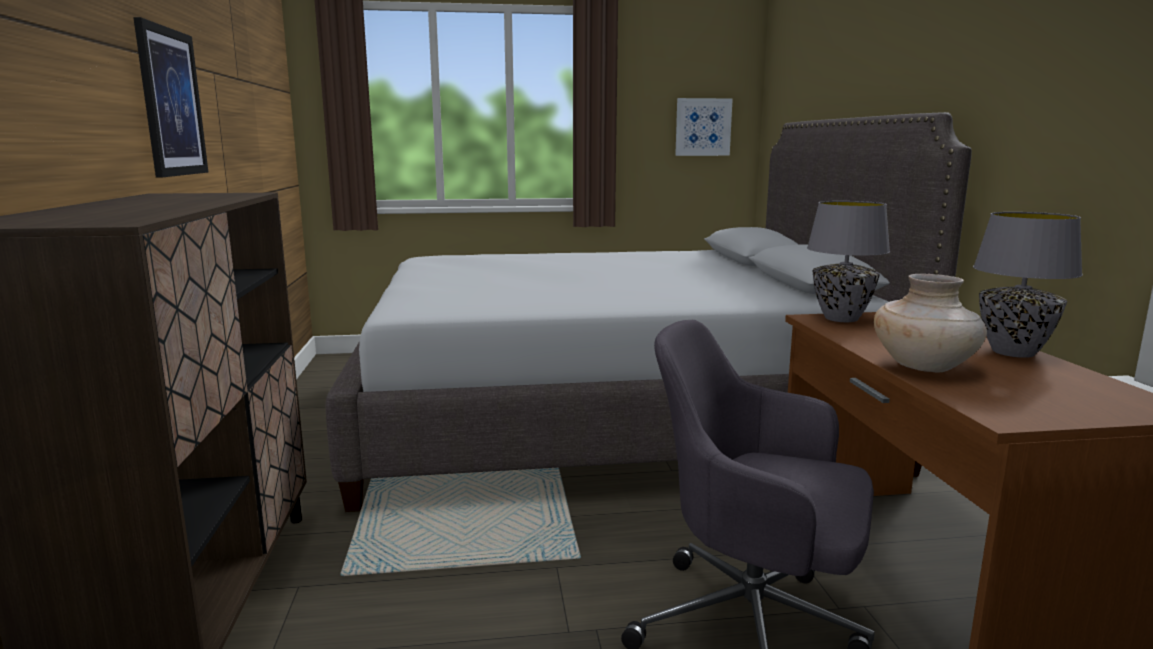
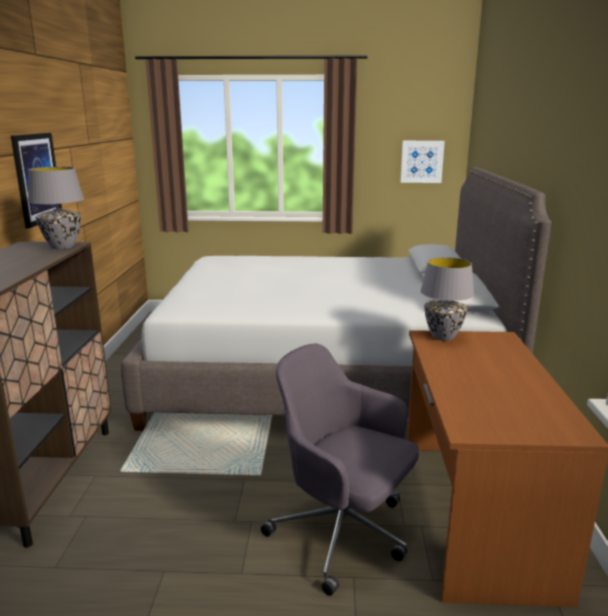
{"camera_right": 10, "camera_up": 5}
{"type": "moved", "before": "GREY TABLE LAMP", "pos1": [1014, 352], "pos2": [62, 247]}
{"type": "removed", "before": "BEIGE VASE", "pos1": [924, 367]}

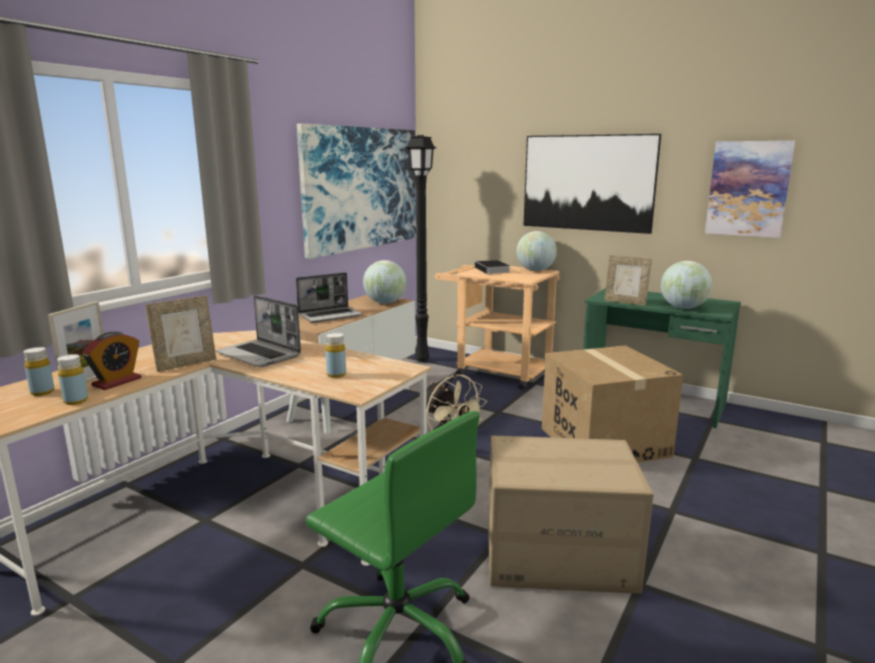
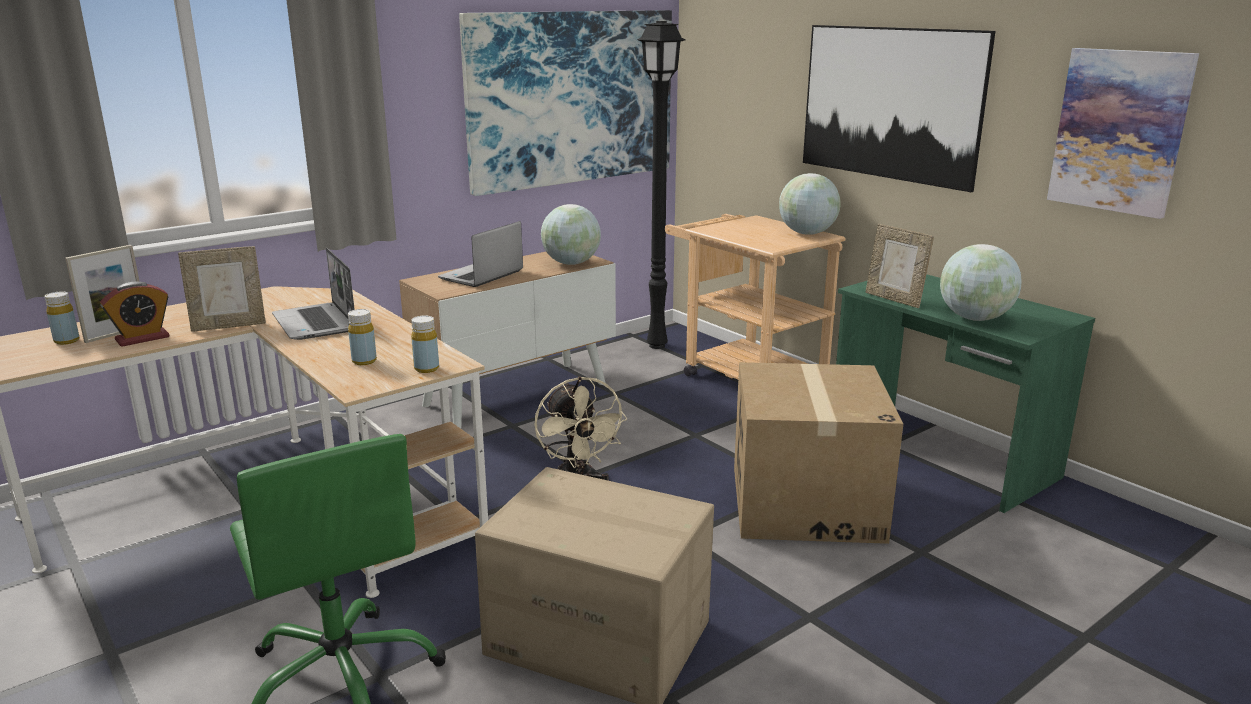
{"camera_right": 20, "camera_up": 5}
{"type": "removed", "before": "BOOK", "pos1": [492, 270]}
{"type": "turned", "before": "LAPTOP", "pos1": [330, 315], "pos2": [481, 276], "turn": 135}
{"type": "moved", "before": "YELLOW BOTTLE", "pos1": [76, 401], "pos2": [426, 369]}

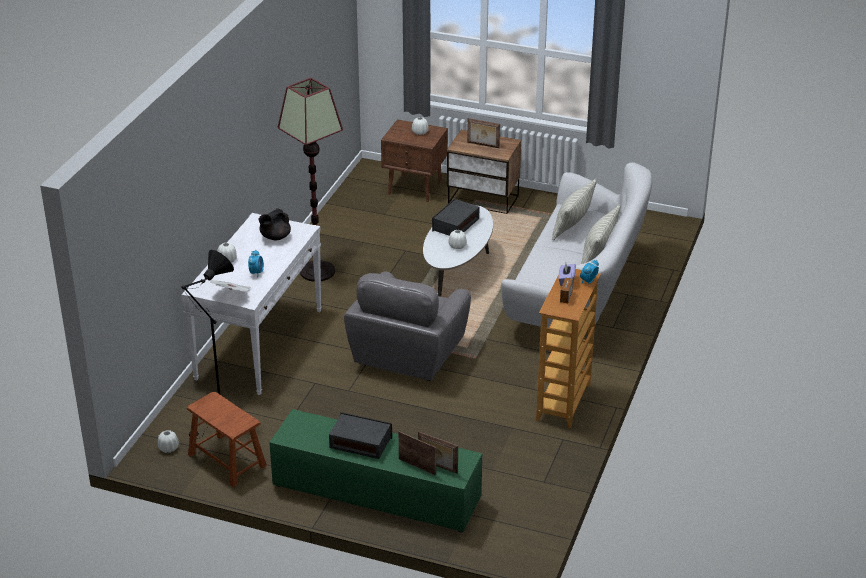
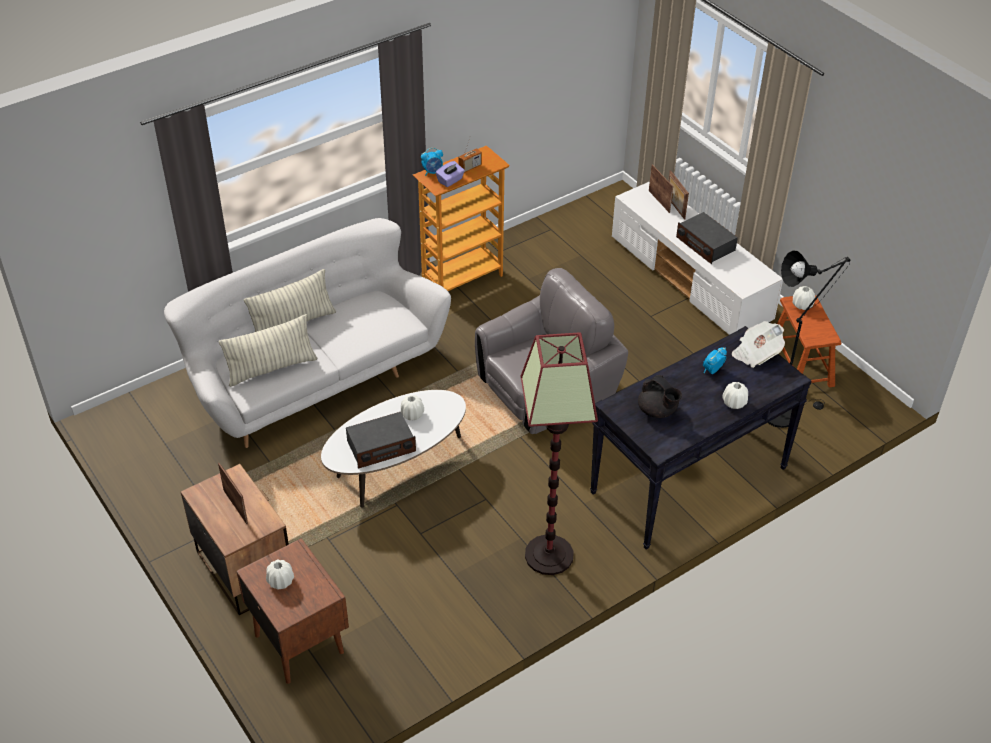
{"camera_right": -145, "camera_up": 10}
{"type": "turned", "before": "BLACK TEAPOT", "pos1": [275, 237], "pos2": [657, 411], "turn": 60}
{"type": "recoloured", "before": "WHITE CONSOLE TABLE", "after": "BLACK CONSOLE TABLE", "pos1": [259, 344], "pos2": [688, 481]}
{"type": "recoloured", "before": "GREEN TV STAND", "after": "WHITE TV STAND", "pos1": [375, 493], "pos2": [691, 279]}
{"type": "moved", "before": "WHITE VASE", "pos1": [168, 448], "pos2": [802, 305]}

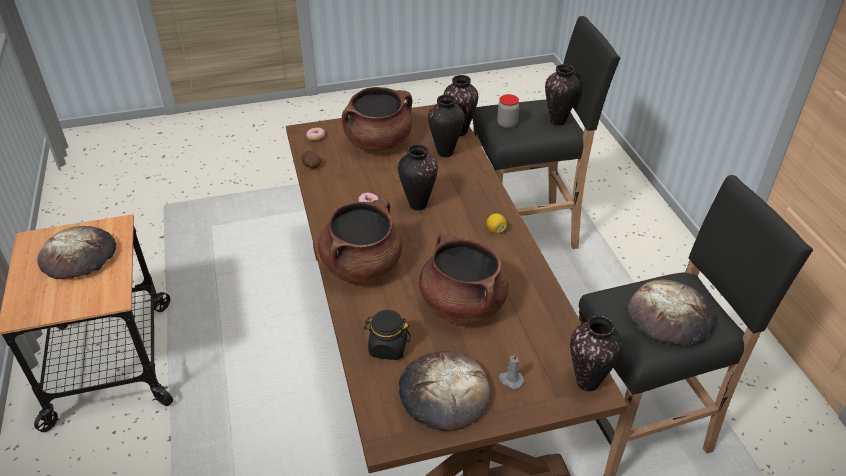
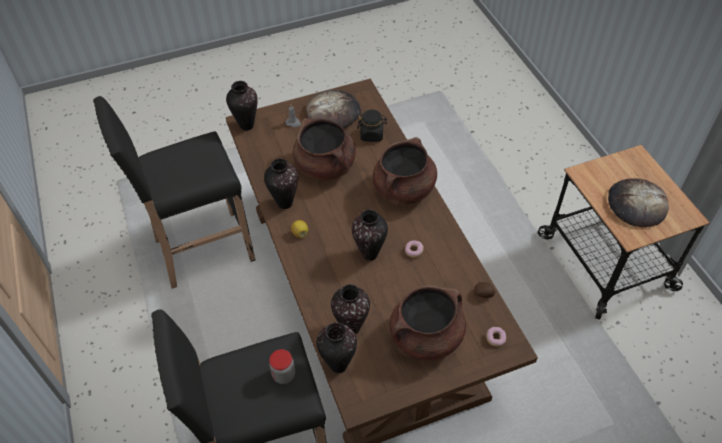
{"camera_right": 175, "camera_up": 10}
{"type": "moved", "before": "VASE", "pos1": [558, 121], "pos2": [285, 203]}
{"type": "removed", "before": "BREAD", "pos1": [670, 317]}

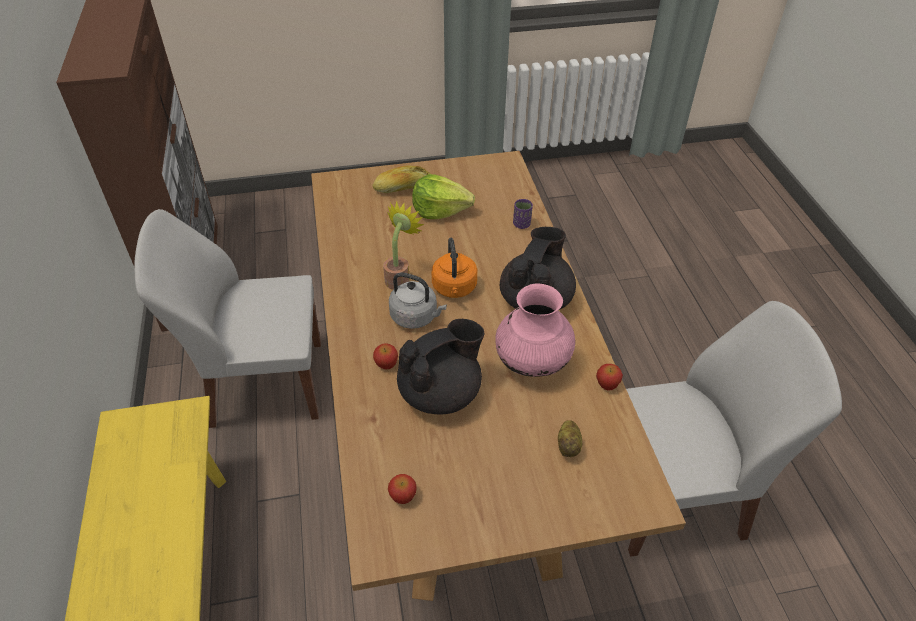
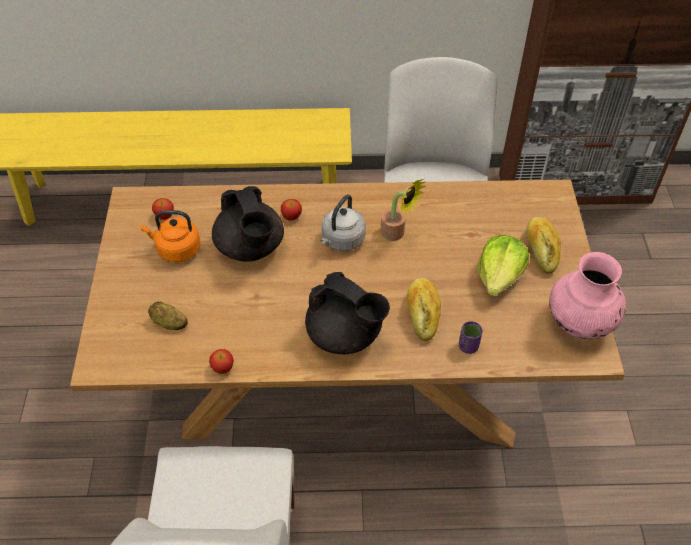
{"camera_right": 100, "camera_up": 5}
{"type": "moved", "before": "ORANGE KETTLE", "pos1": [454, 289], "pos2": [176, 249]}
{"type": "moved", "before": "PINK VASE", "pos1": [532, 364], "pos2": [580, 323]}
{"type": "added", "after": "BREAD", "pos2": [422, 313]}

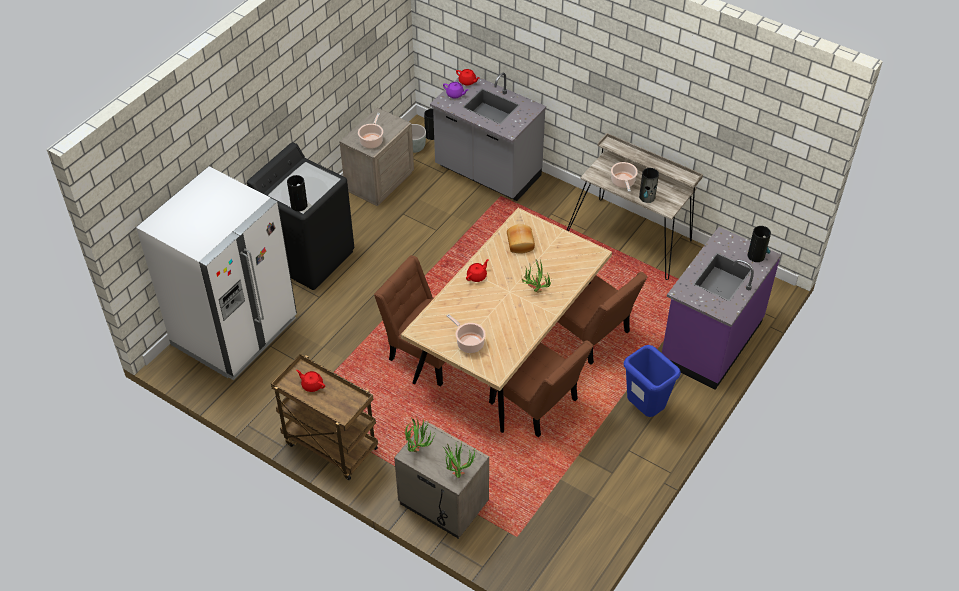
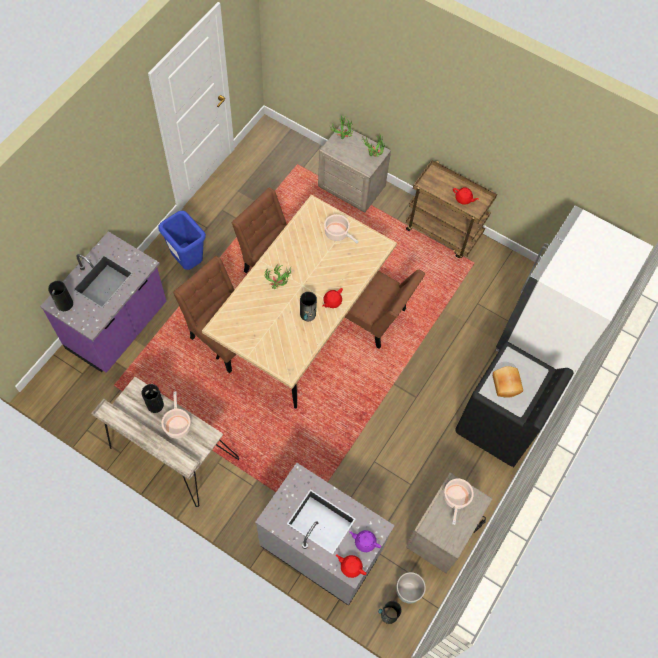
{"camera_right": 175, "camera_up": 15}
{"type": "moved", "before": "VASE", "pos1": [299, 205], "pos2": [308, 314]}
{"type": "moved", "before": "BREAD", "pos1": [521, 243], "pos2": [505, 384]}

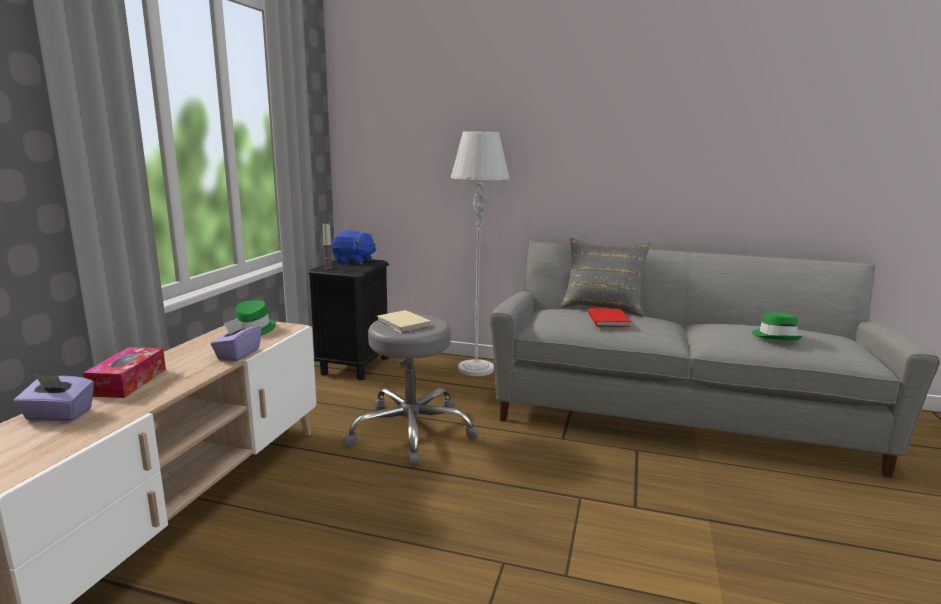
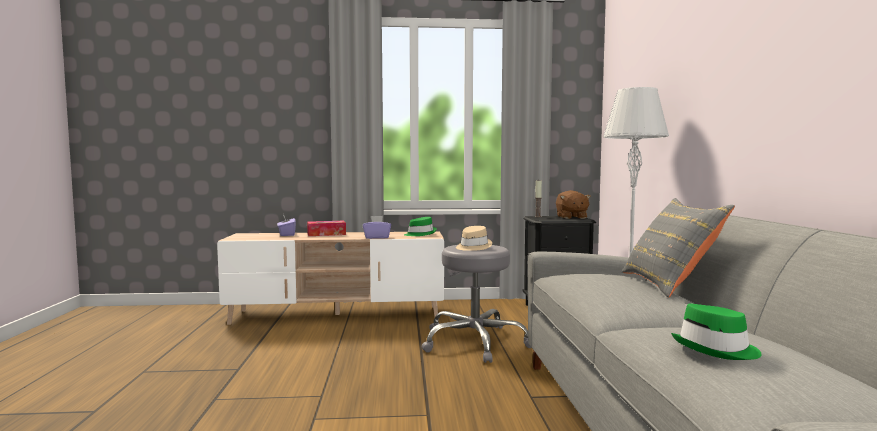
{"camera_right": 70, "camera_up": -10}
{"type": "recoloured", "before": "BLUE PLUSH TOY", "after": "BROWN PLUSH TOY", "pos1": [354, 261], "pos2": [571, 217]}
{"type": "removed", "before": "RED BOOK", "pos1": [609, 319]}
{"type": "replaced", "before": "BEIGE BOOK", "after": "BEIGE HAT", "pos1": [403, 324], "pos2": [472, 247]}

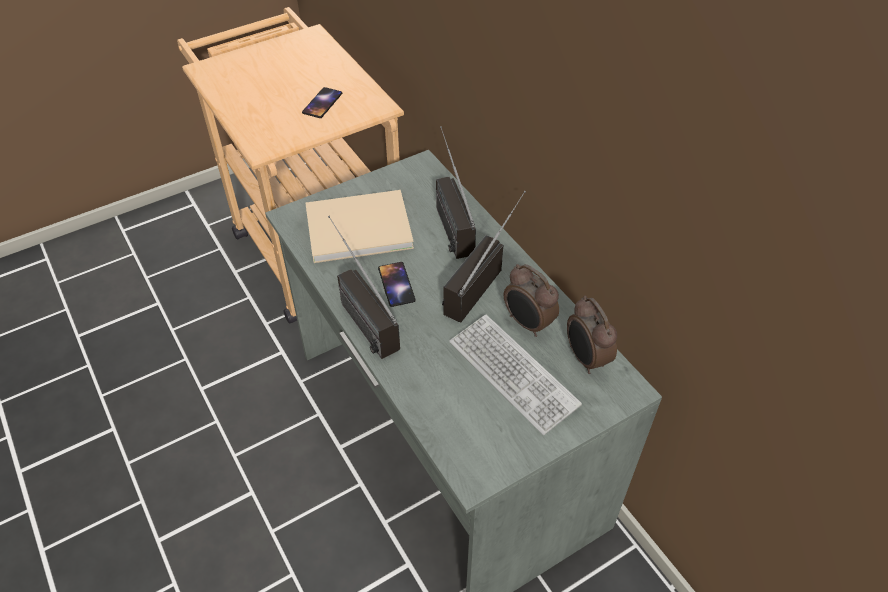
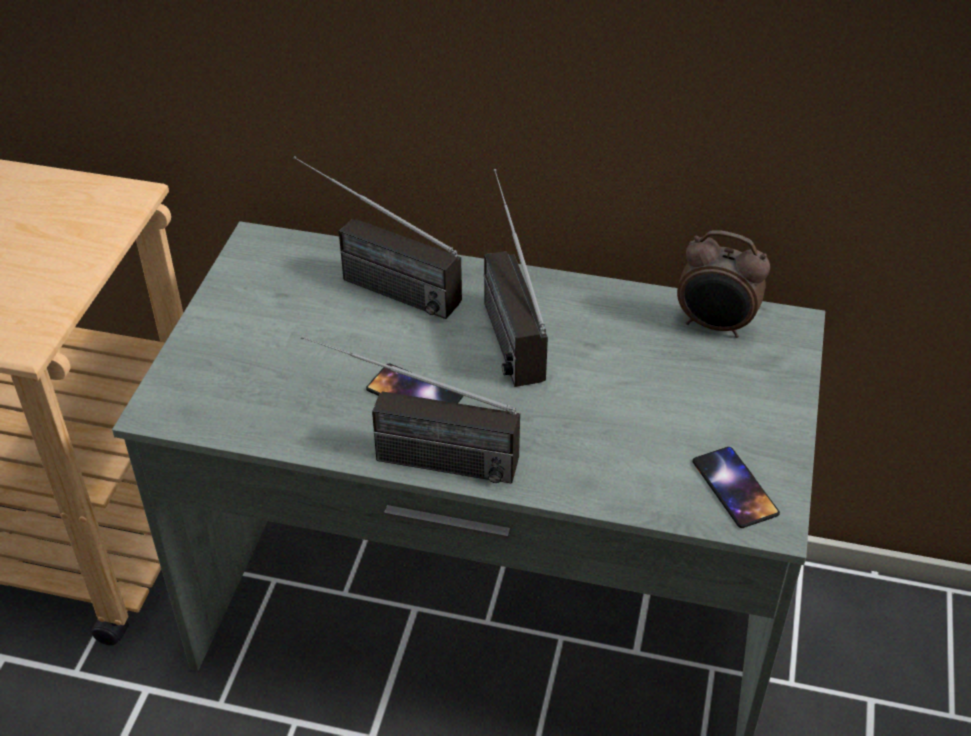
{"camera_right": -45, "camera_up": -5}
{"type": "moved", "before": "PHONE", "pos1": [322, 103], "pos2": [735, 487]}
{"type": "removed", "before": "BEIGE BOOK", "pos1": [355, 226]}
{"type": "removed", "before": "ALARM CLOCK", "pos1": [527, 324]}
{"type": "removed", "before": "KEYBOARD", "pos1": [512, 374]}

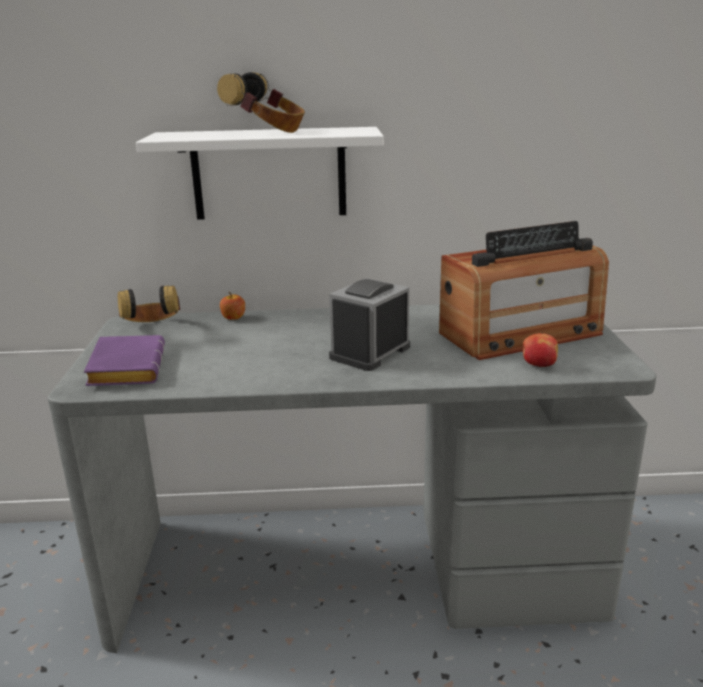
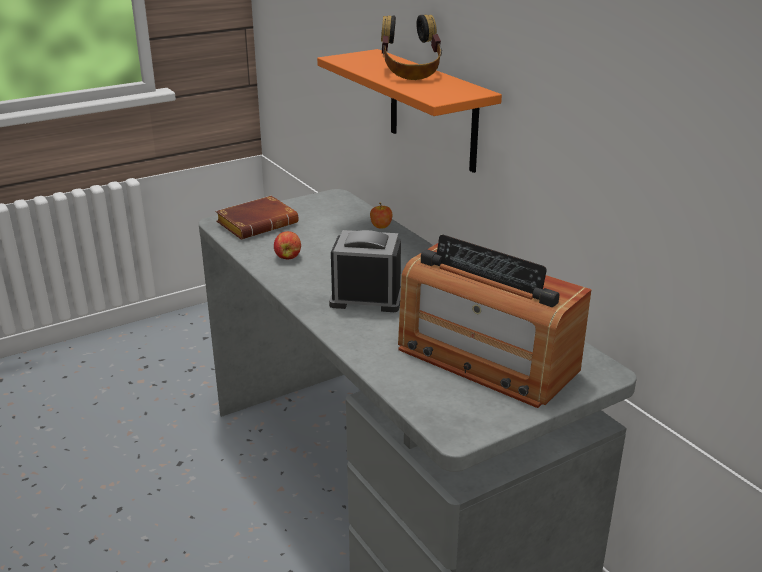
{"camera_right": 60, "camera_up": 5}
{"type": "recoloured", "before": "WHITE SHELF", "after": "ORANGE SHELF", "pos1": [269, 174], "pos2": [433, 110]}
{"type": "removed", "before": "HEADPHONES", "pos1": [152, 331]}
{"type": "moved", "before": "APPLE", "pos1": [538, 365], "pos2": [288, 257]}
{"type": "recoloured", "before": "PURPLE BOOK", "after": "BROWN BOOK", "pos1": [125, 368], "pos2": [258, 223]}

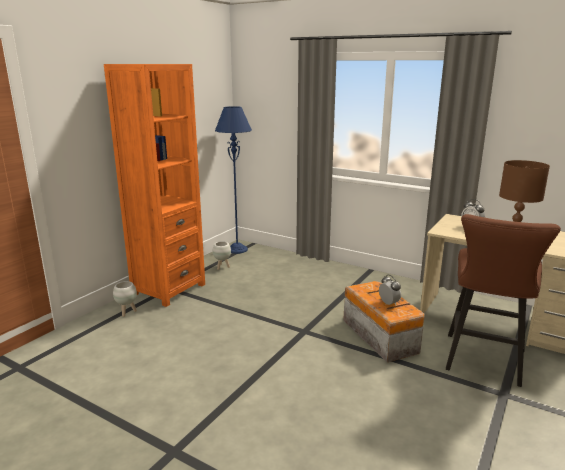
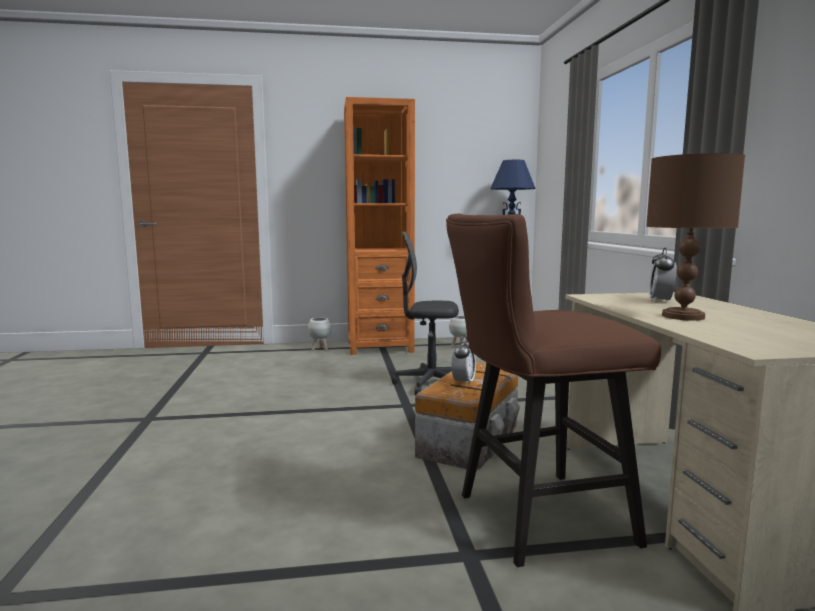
{"camera_right": 50, "camera_up": -10}
{"type": "added", "after": "GREY OFFICE CHAIR", "pos2": [429, 384]}

